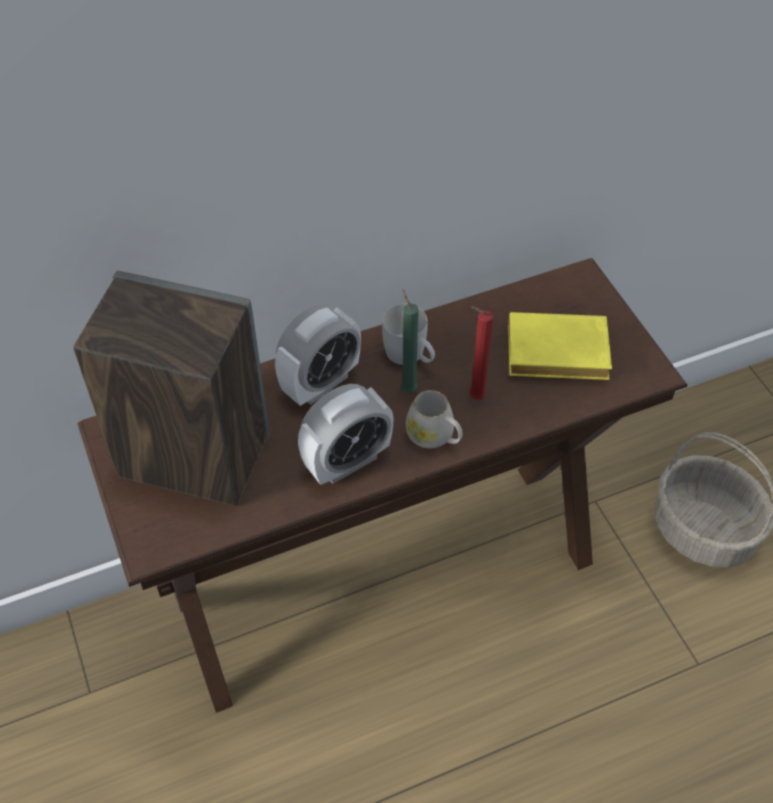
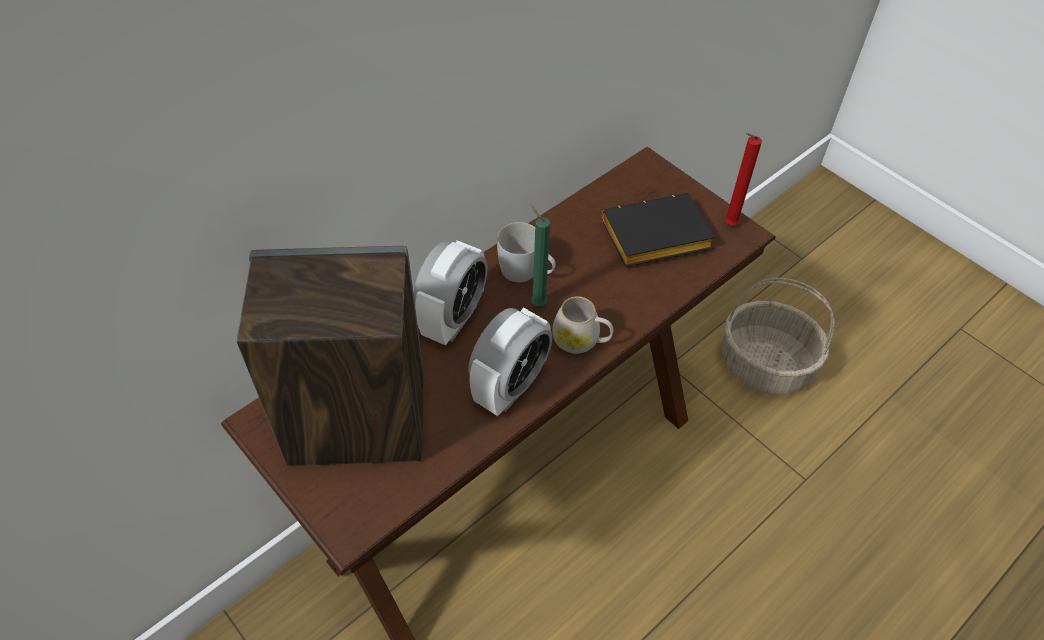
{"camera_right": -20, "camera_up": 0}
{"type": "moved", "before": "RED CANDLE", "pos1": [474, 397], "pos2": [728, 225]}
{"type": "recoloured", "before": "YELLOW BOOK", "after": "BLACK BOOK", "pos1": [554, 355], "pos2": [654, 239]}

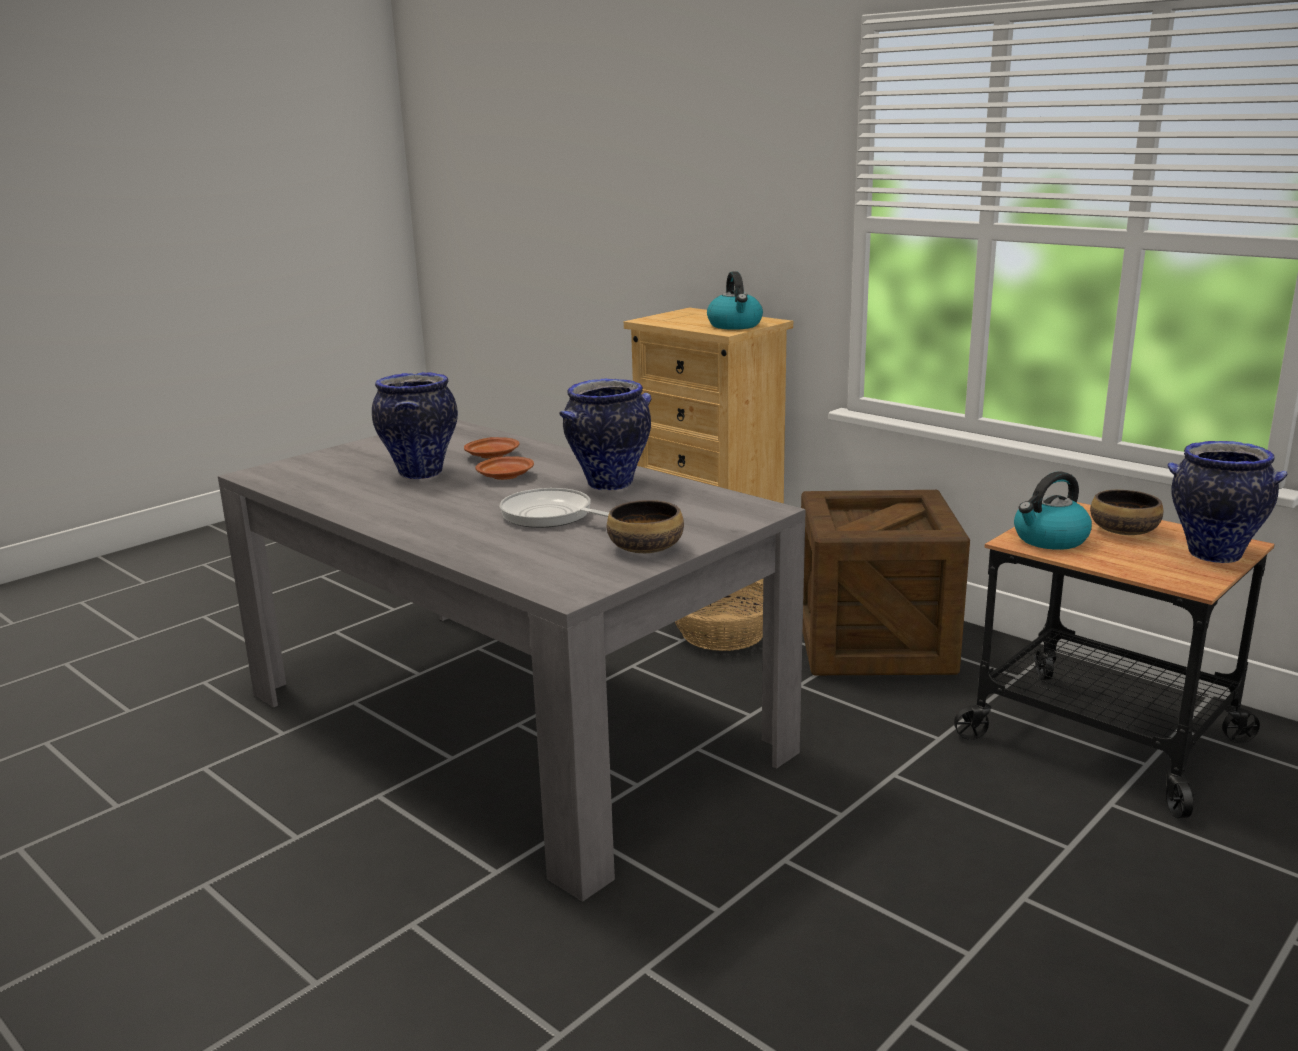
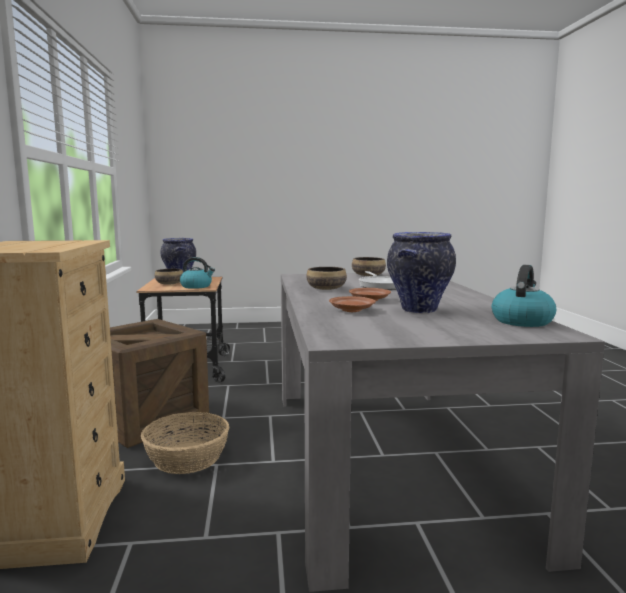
{"camera_right": -140, "camera_up": -10}
{"type": "moved", "before": "KETTLE", "pos1": [735, 325], "pos2": [522, 321]}
{"type": "replaced", "before": "VASE", "after": "BOWL", "pos1": [609, 485], "pos2": [326, 289]}

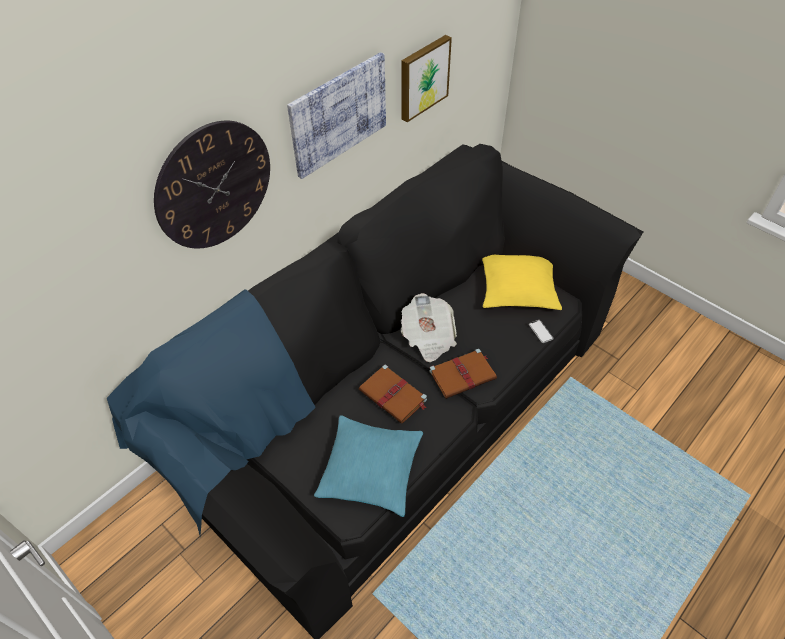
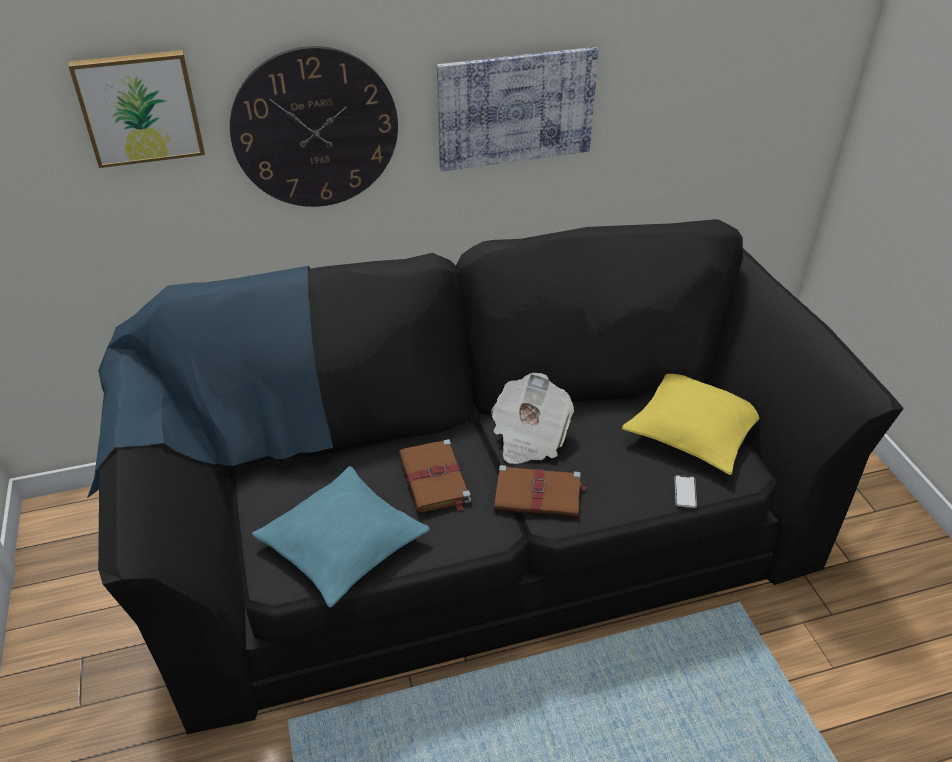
{"camera_right": 30, "camera_up": -10}
{"type": "moved", "before": "PICTURE", "pos1": [423, 77], "pos2": [140, 107]}

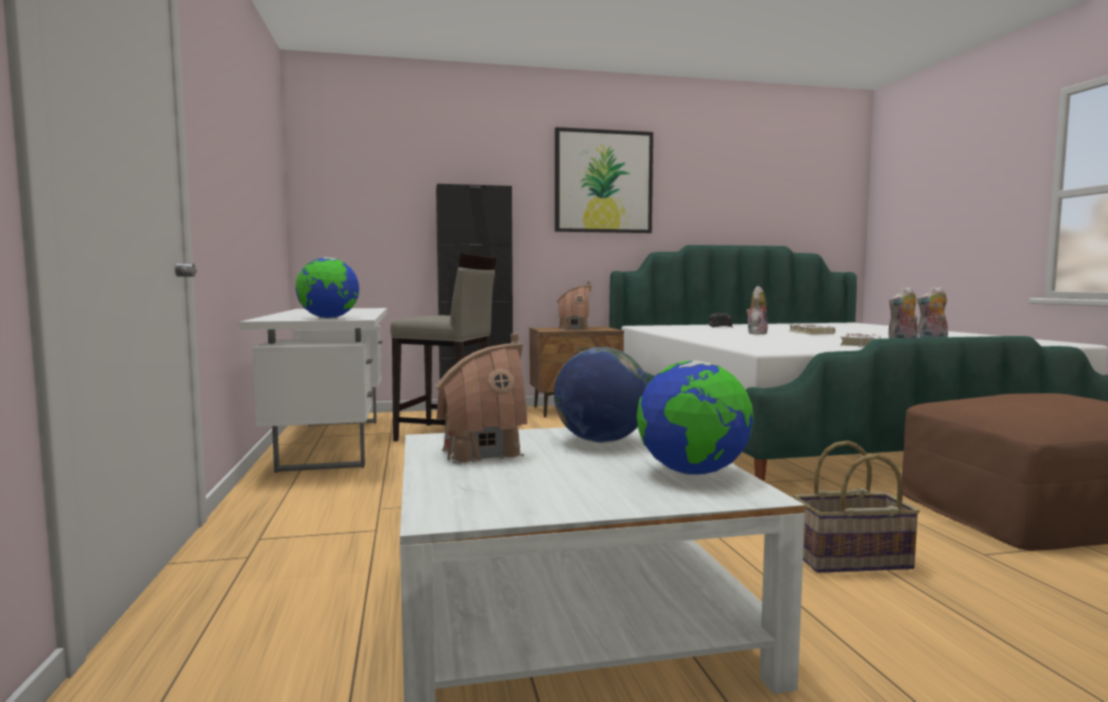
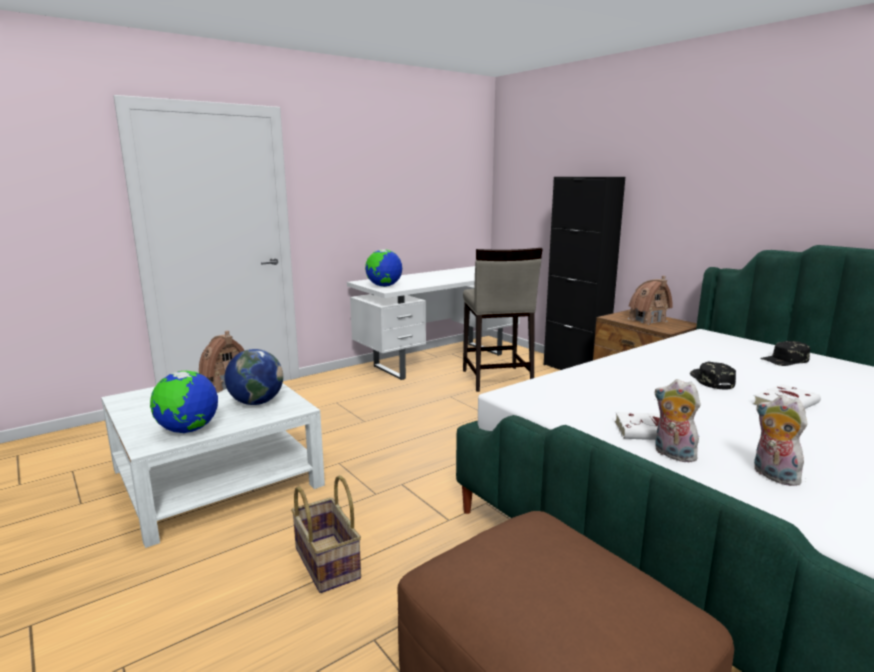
{"camera_right": 65, "camera_up": 10}
{"type": "removed", "before": "PICTURE", "pos1": [603, 181]}
{"type": "replaced", "before": "PLUSH TOY", "after": "BLACK CAP", "pos1": [756, 333], "pos2": [711, 380]}

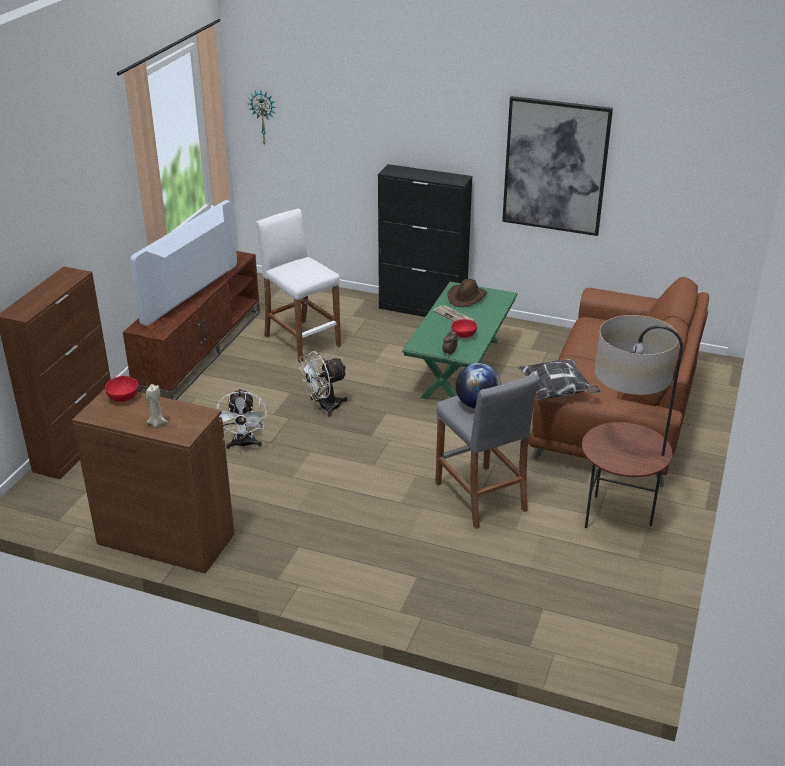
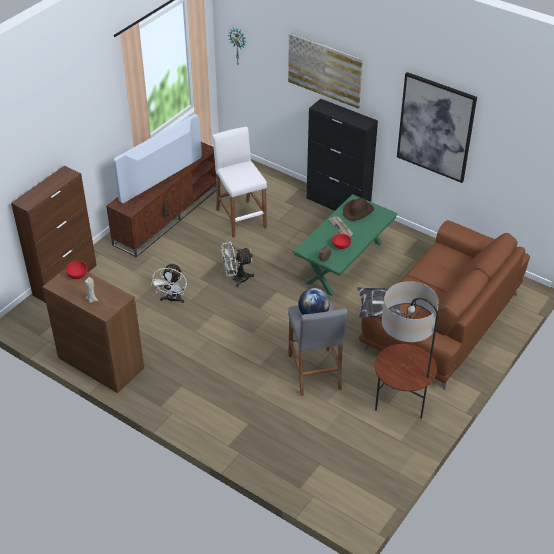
{"camera_right": 15, "camera_up": 10}
{"type": "added", "after": "PICTURE", "pos2": [324, 70]}

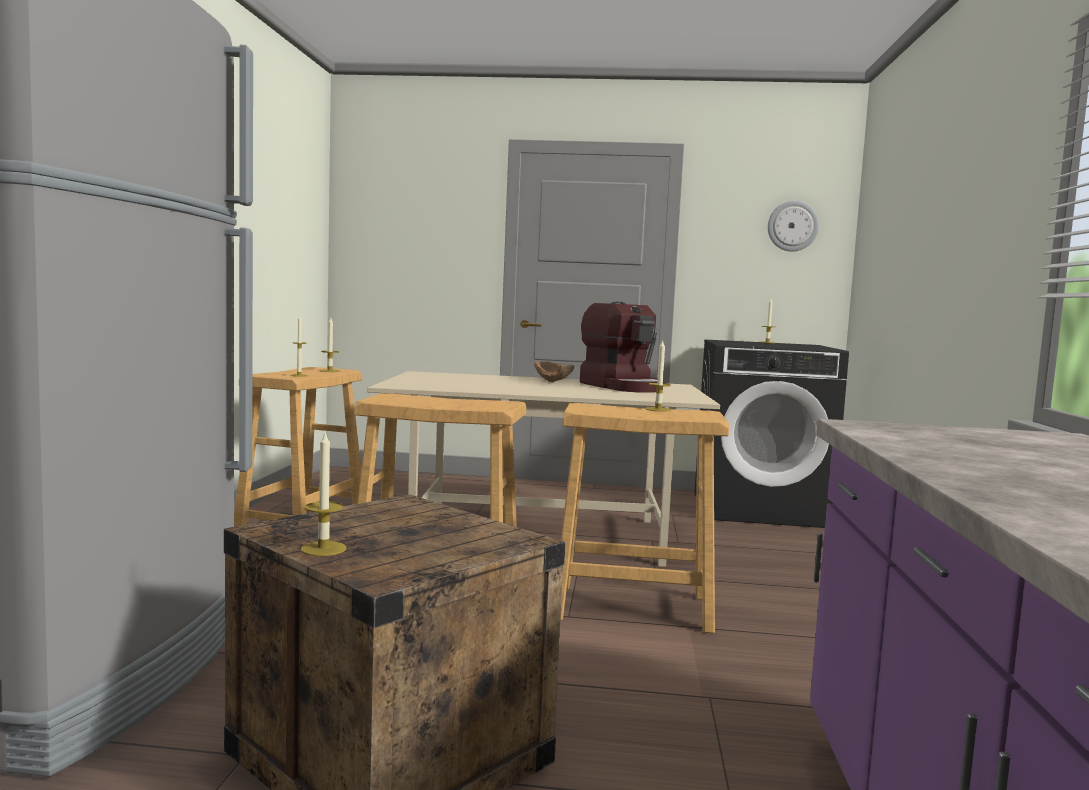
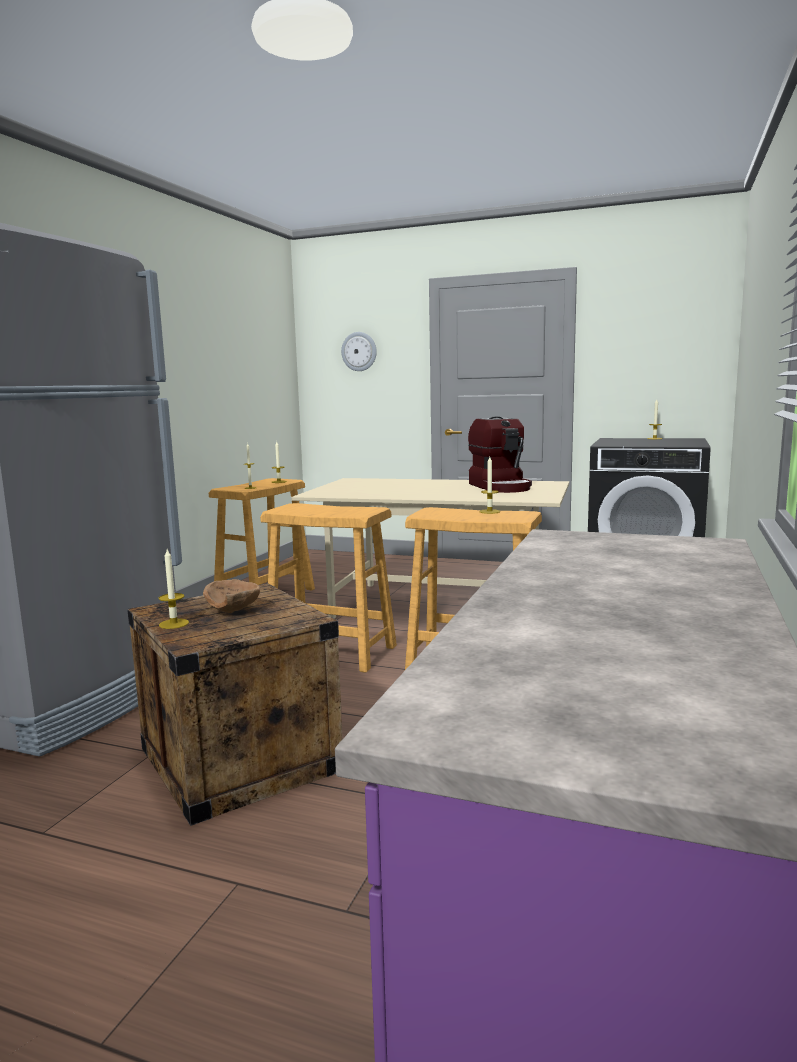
{"camera_right": 15, "camera_up": 5}
{"type": "moved", "before": "WALL CLOCK", "pos1": [792, 226], "pos2": [359, 351]}
{"type": "moved", "before": "BROWN BOWL", "pos1": [554, 382], "pos2": [235, 611]}

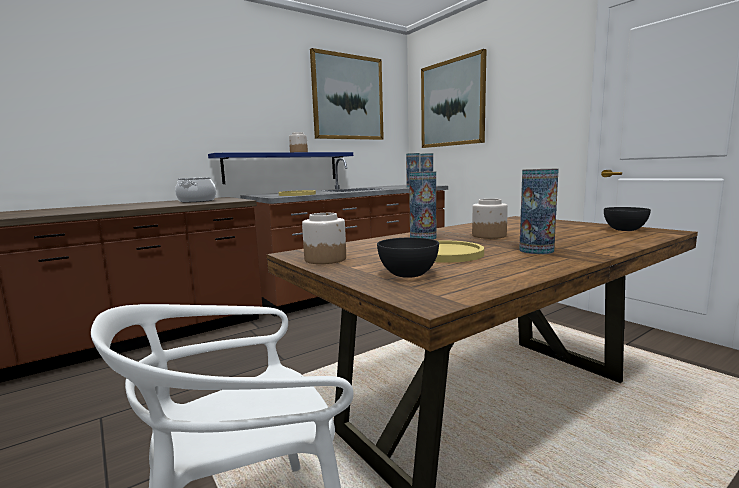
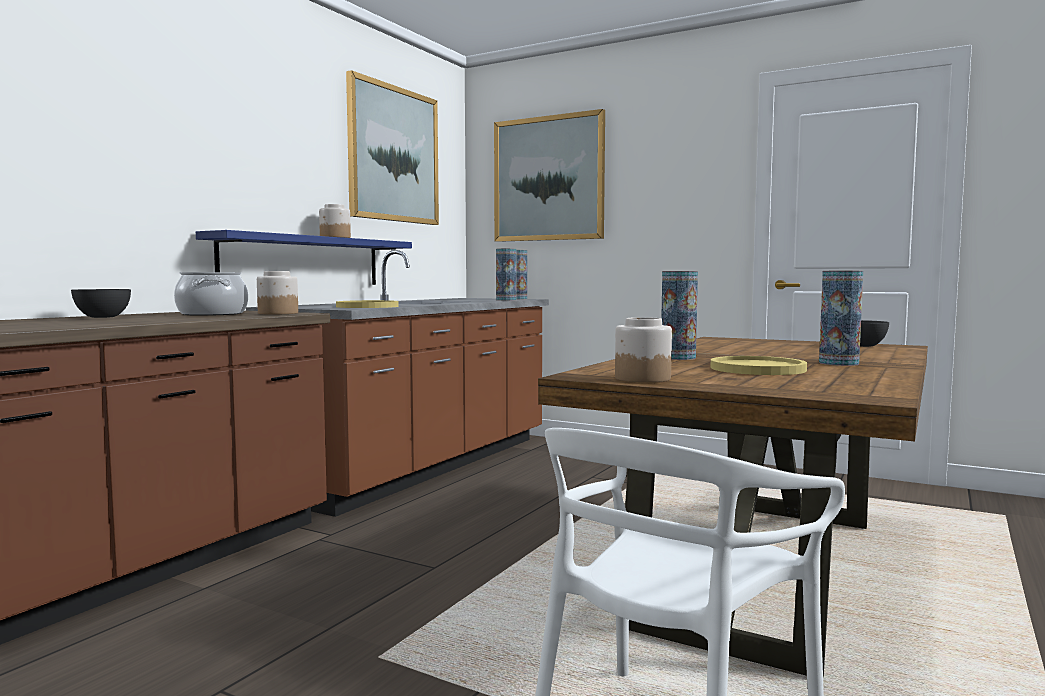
{"camera_right": -25, "camera_up": -5}
{"type": "moved", "before": "JAR", "pos1": [488, 236], "pos2": [277, 313]}
{"type": "moved", "before": "GREY BOWL", "pos1": [407, 274], "pos2": [102, 317]}

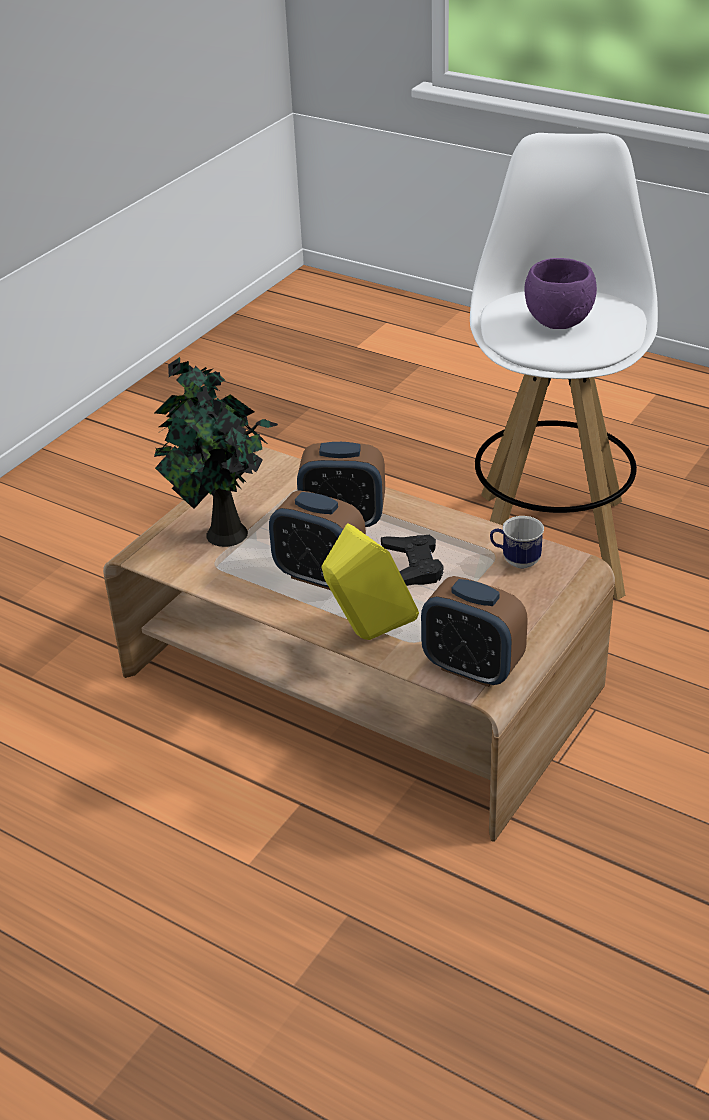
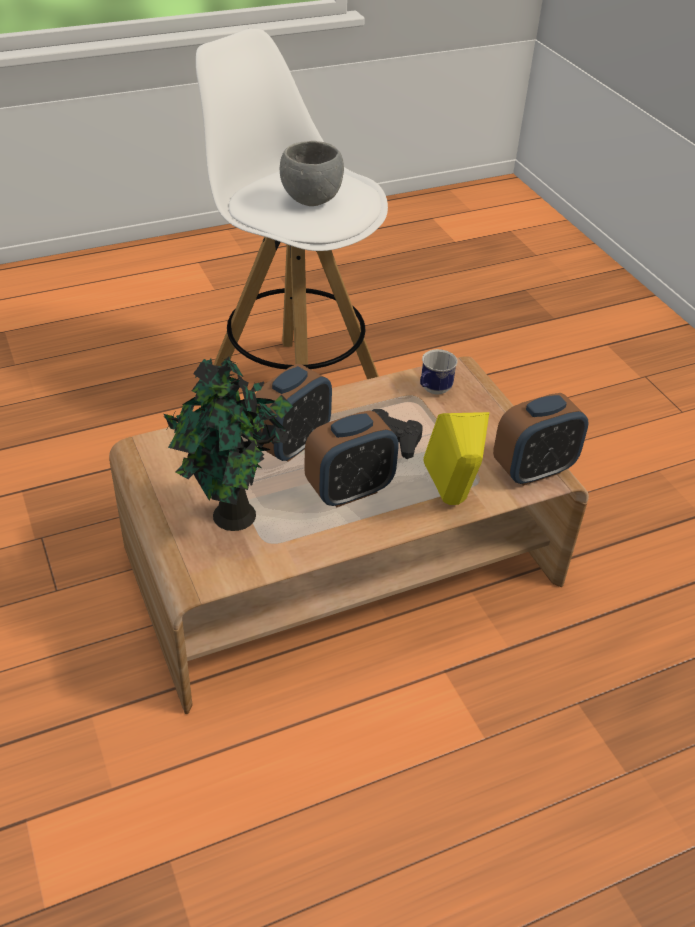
{"camera_right": -60, "camera_up": 5}
{"type": "recoloured", "before": "PURPLE BOWL", "after": "GREY BOWL", "pos1": [559, 323], "pos2": [310, 200]}

